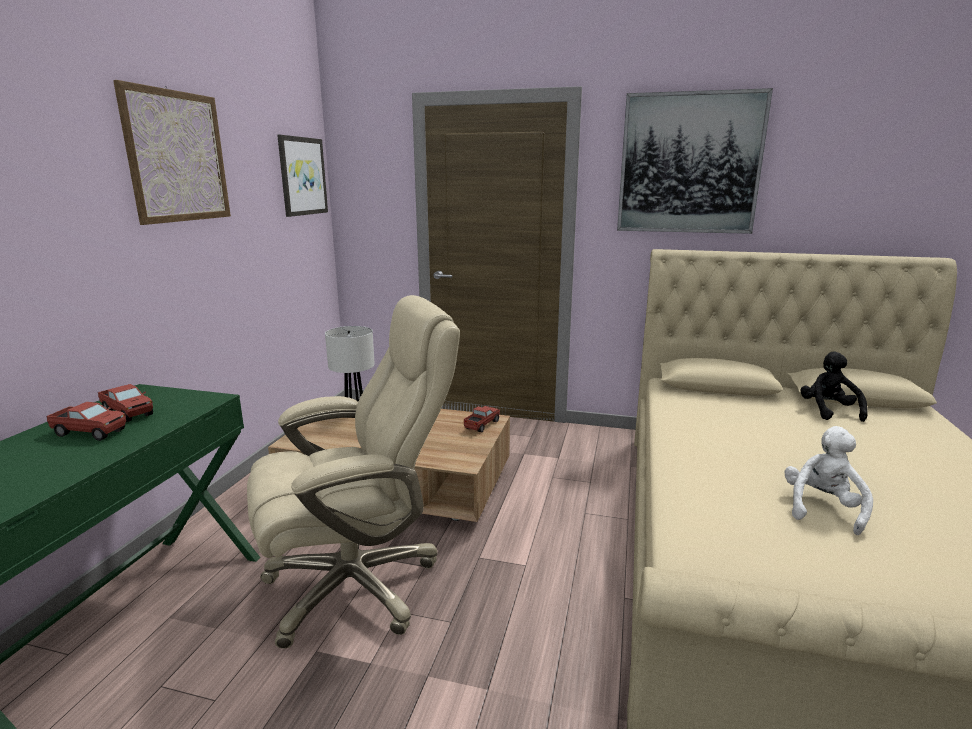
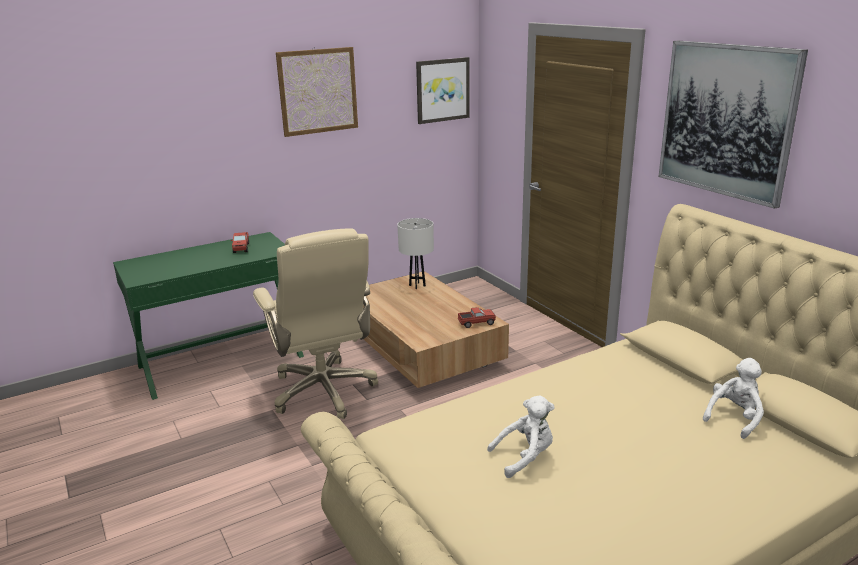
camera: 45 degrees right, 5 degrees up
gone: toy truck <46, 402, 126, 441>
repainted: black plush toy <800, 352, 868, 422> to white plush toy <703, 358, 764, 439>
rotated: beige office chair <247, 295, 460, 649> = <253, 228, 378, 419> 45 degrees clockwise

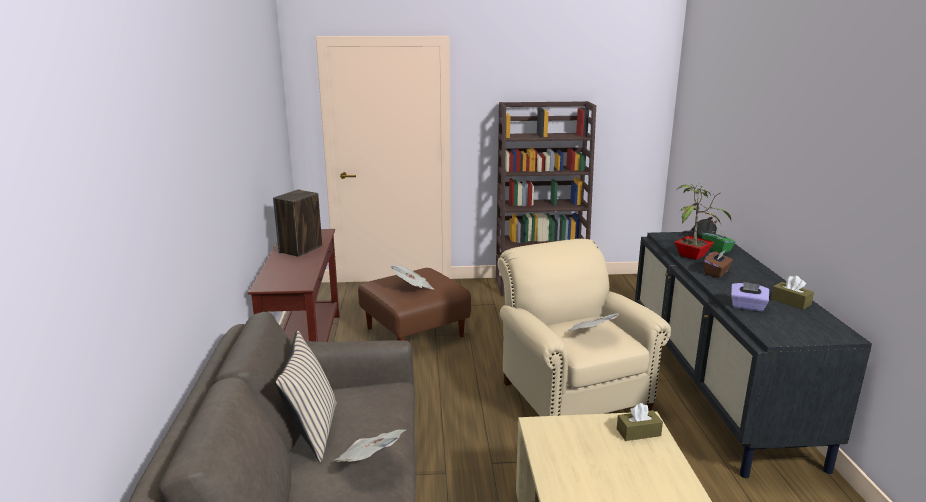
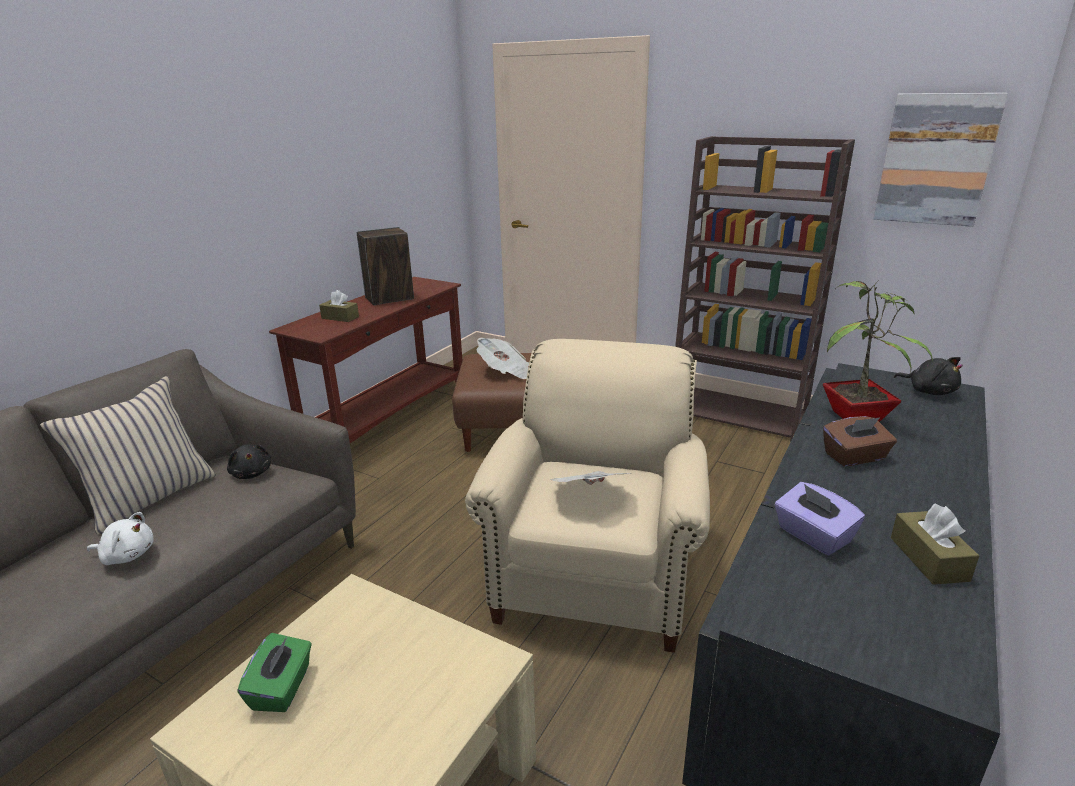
camera: 35 degrees right, 5 degrees up
new: black plush toy <227, 444, 271, 479>; picture <874, 93, 1008, 227>
shifted: green tissue box <702, 227, 735, 253> to <237, 633, 312, 712>; brown tissue box <617, 403, 663, 441> to <319, 290, 359, 322>
swapped: newspaper <333, 429, 406, 462> to white plush toy <87, 512, 154, 565>

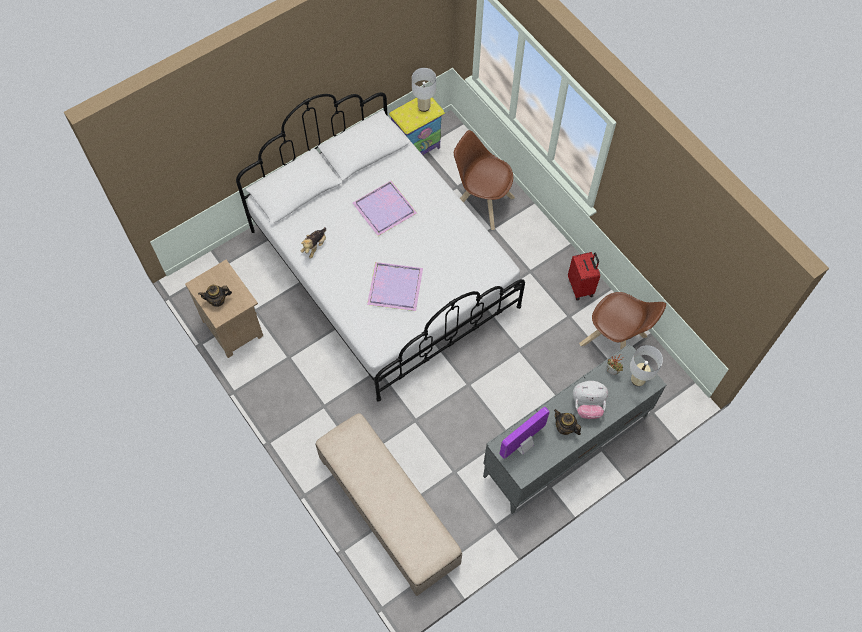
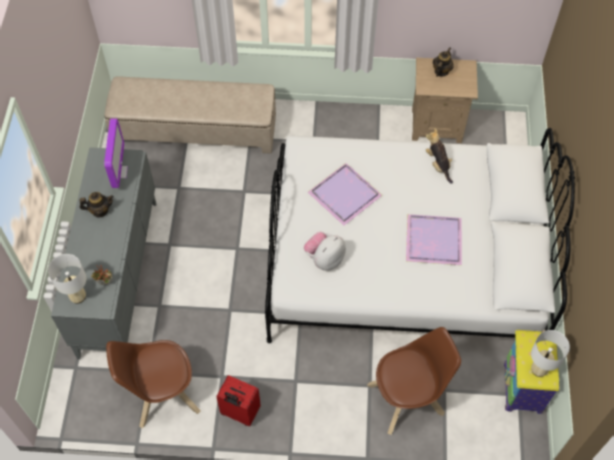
camera: 130 degrees right, 5 degrees down
shifted: plush toy <573, 381, 608, 419> to <304, 232, 346, 271>

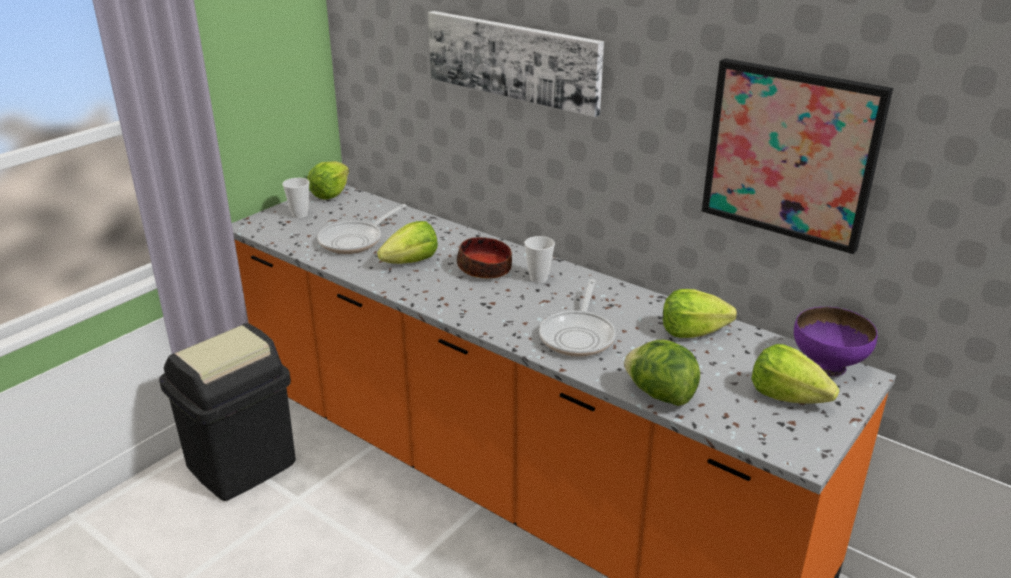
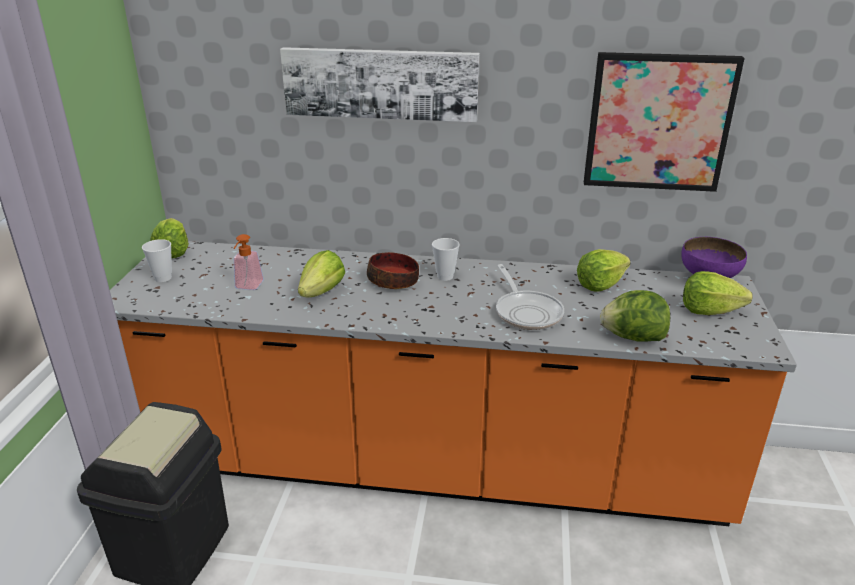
camera: 30 degrees left, 0 degrees up
swapped: frying pan <318, 204, 407, 254> to soap dispenser <233, 234, 264, 290>

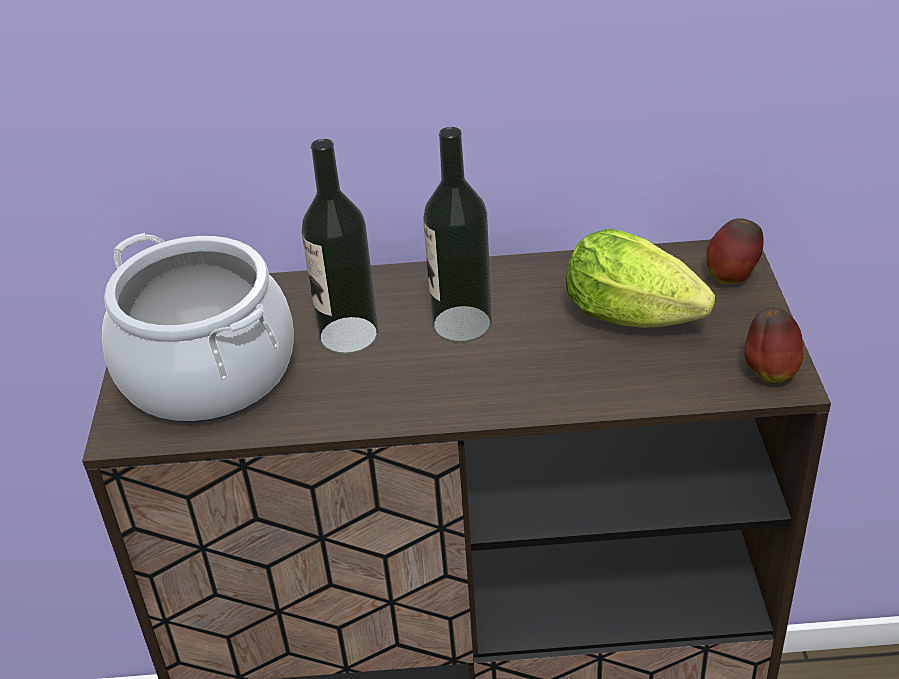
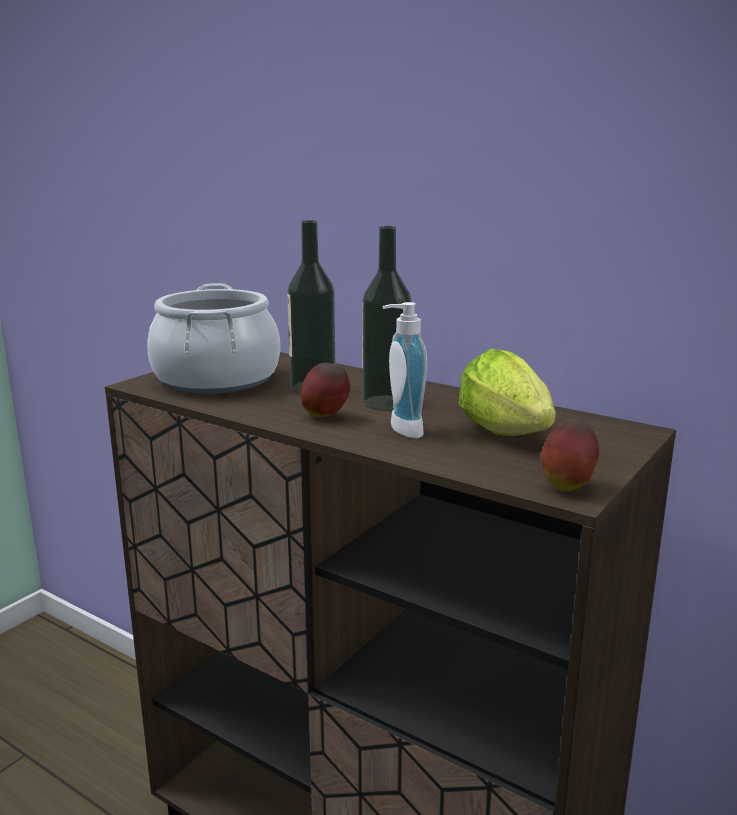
camera: 35 degrees right, 20 degrees down
new: soap dispenser <382, 302, 427, 438>
shifted: apple <706, 218, 764, 284> to <301, 362, 350, 417>

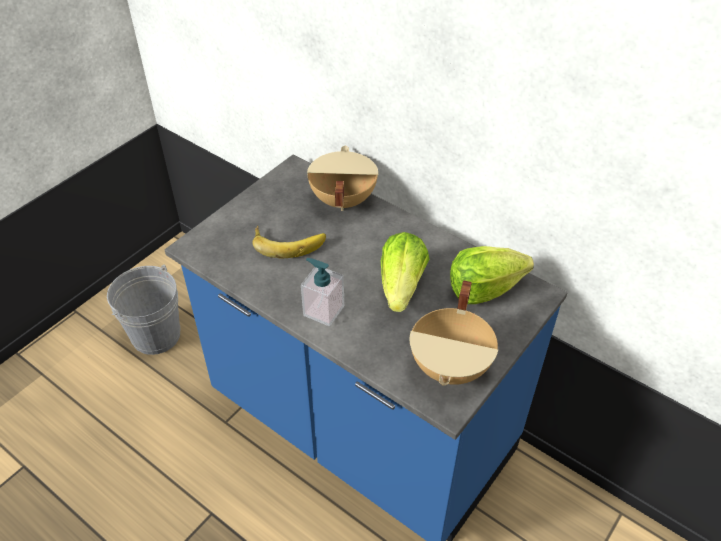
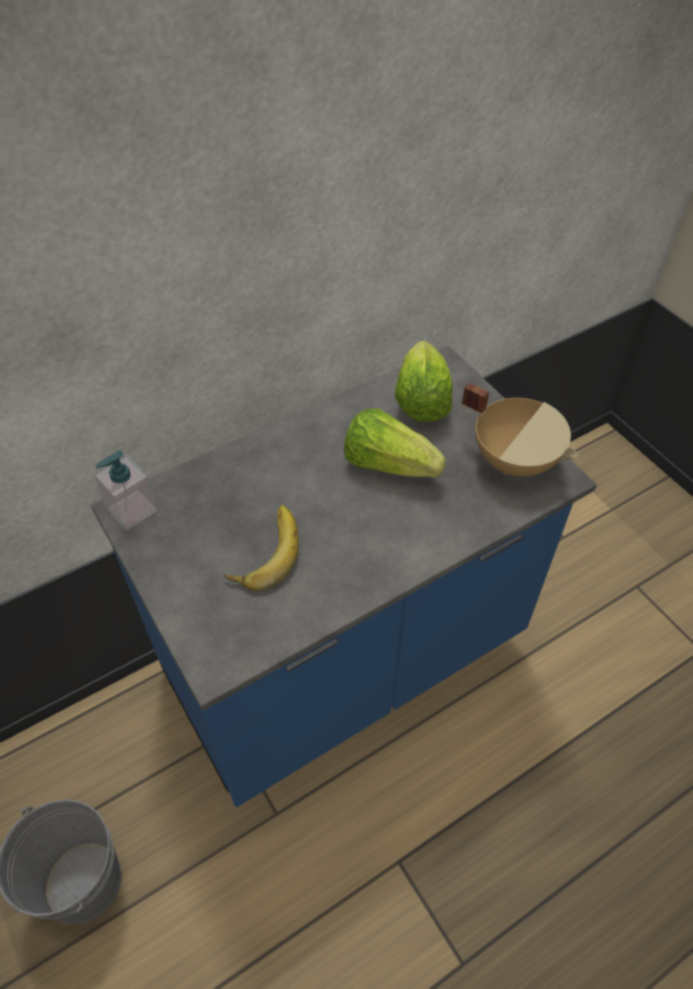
camera: 70 degrees left, 5 degrees up
gone: beige cooking pot <307, 146, 378, 211>
shifted: soap dispenser <301, 258, 344, 326> to <94, 450, 158, 530>

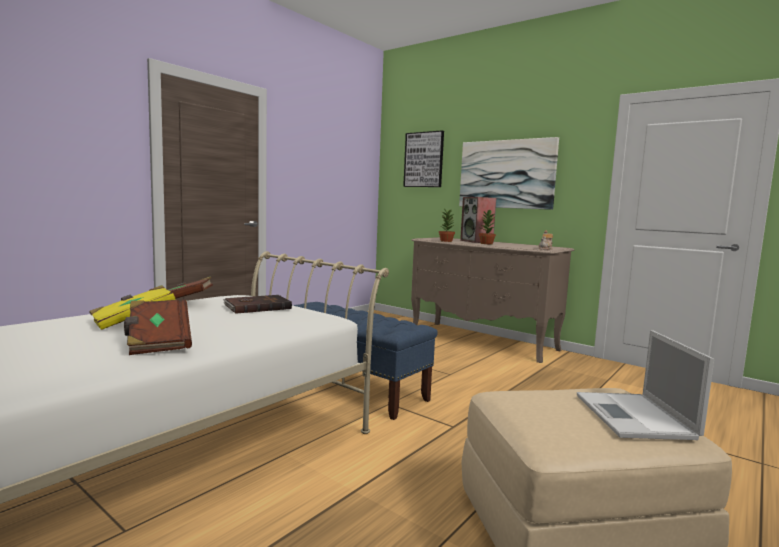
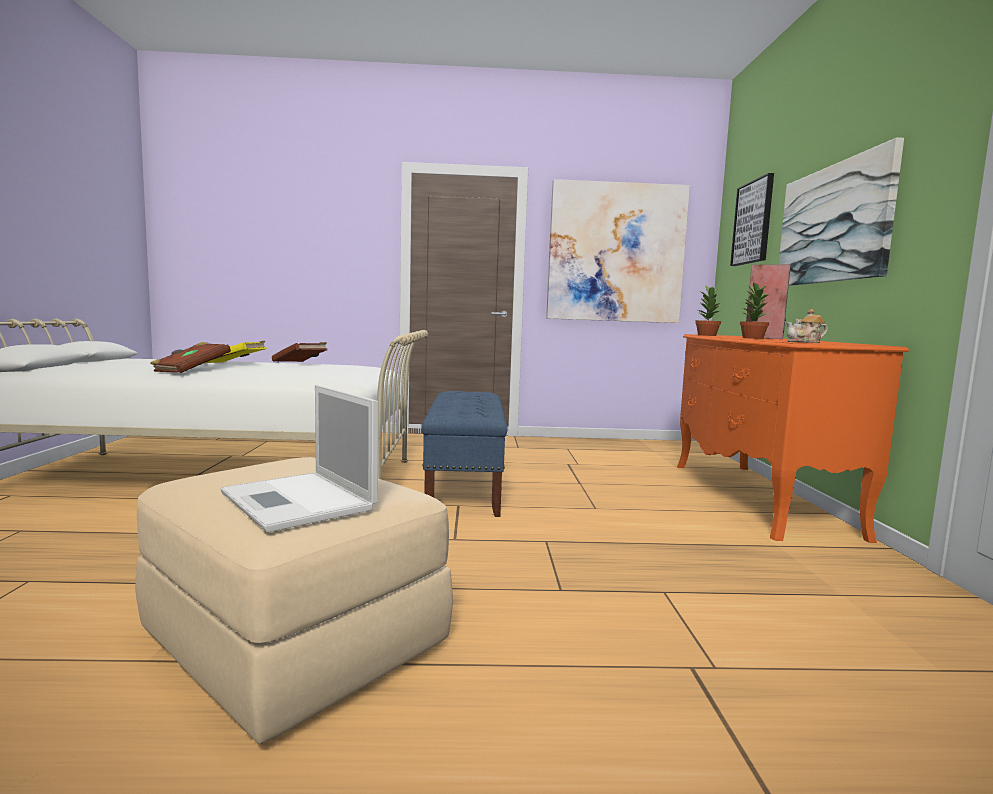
camera: 50 degrees right, 0 degrees up
gone: brown book <223, 295, 292, 314>
new: picture <546, 179, 690, 323>
repainted: beige dresser <411, 237, 574, 363> to orange dresser <677, 334, 909, 543>
rotated: laptop <577, 330, 714, 440> = <220, 385, 378, 532> 90 degrees counterclockwise

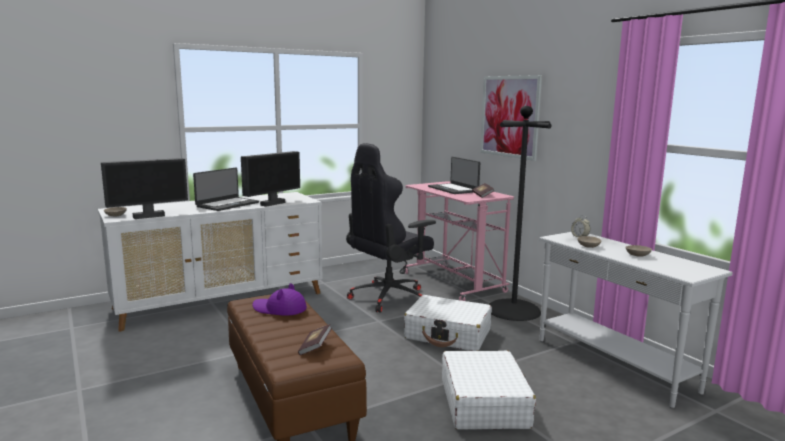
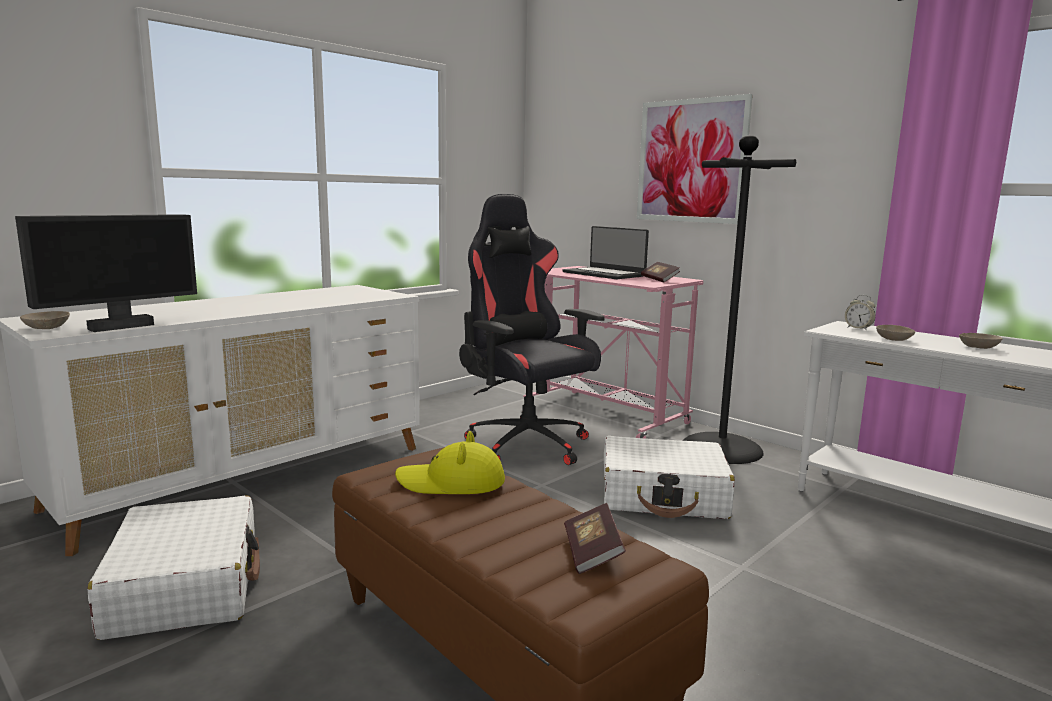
camera: 15 degrees left, 0 degrees up
gone: laptop <193, 168, 259, 211>; monitor <241, 151, 300, 207>
shifted: white suitcase <442, 351, 536, 430> to <88, 495, 260, 640>
repainted: purple hat <252, 283, 307, 316> to yellow hat <395, 431, 505, 494>
rotated: black office chair <346, 143, 436, 313> = <459, 194, 605, 465> 105 degrees clockwise

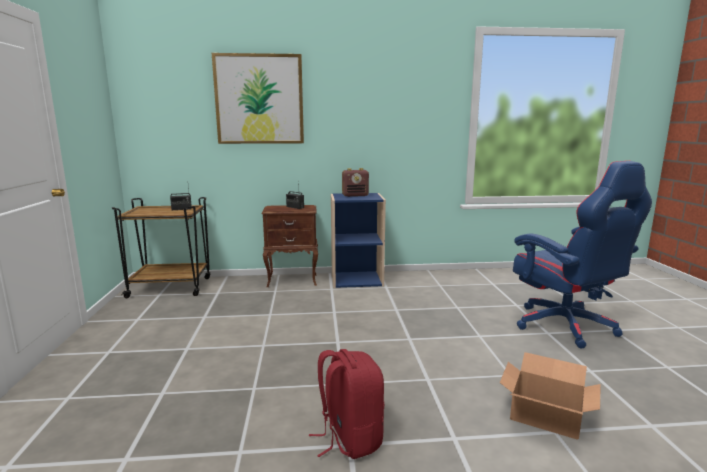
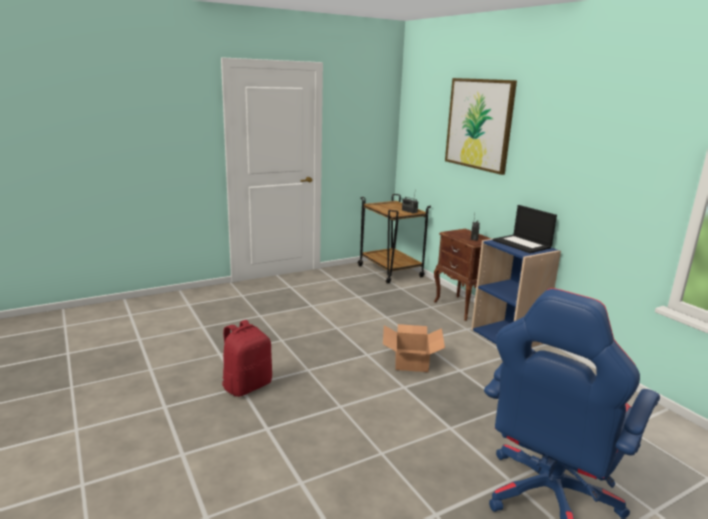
camera: 65 degrees right, 5 degrees up
shifted: cardboard box <500, 352, 601, 440> to <383, 324, 445, 372>
swapped: radio <342, 168, 369, 197> to laptop <493, 205, 557, 253>

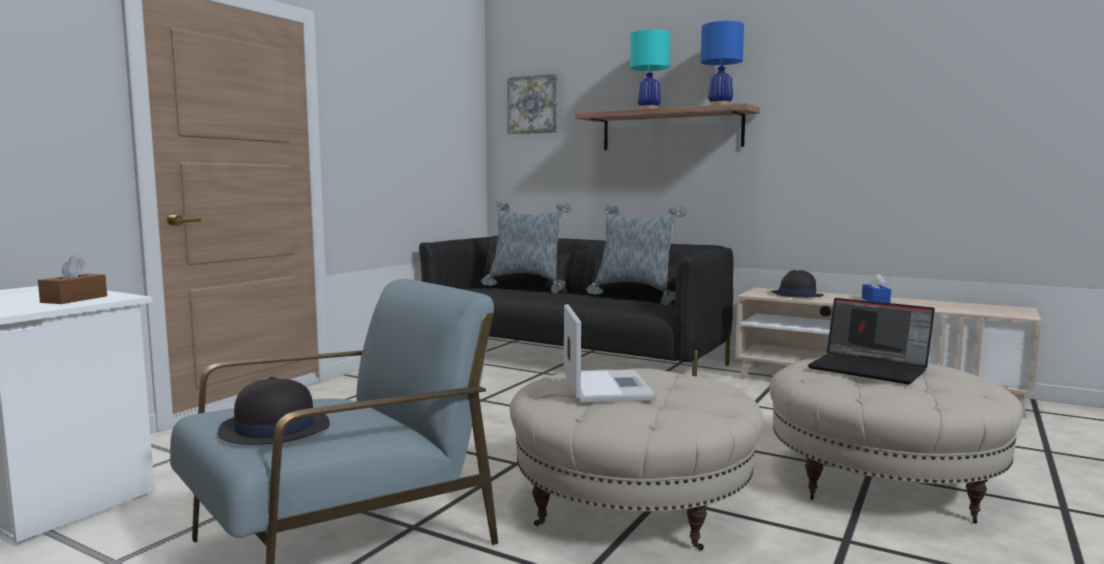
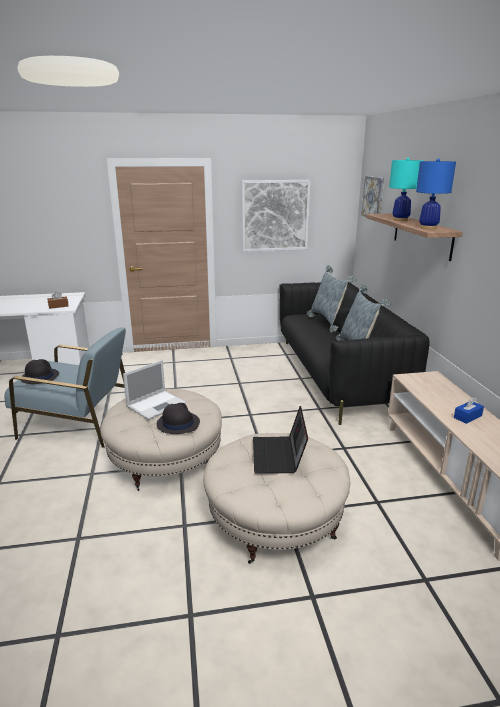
camera: 50 degrees right, 15 degrees up
new: picture <242, 180, 311, 252>
shifted: black hat <770, 270, 824, 298> to <156, 403, 200, 434>

